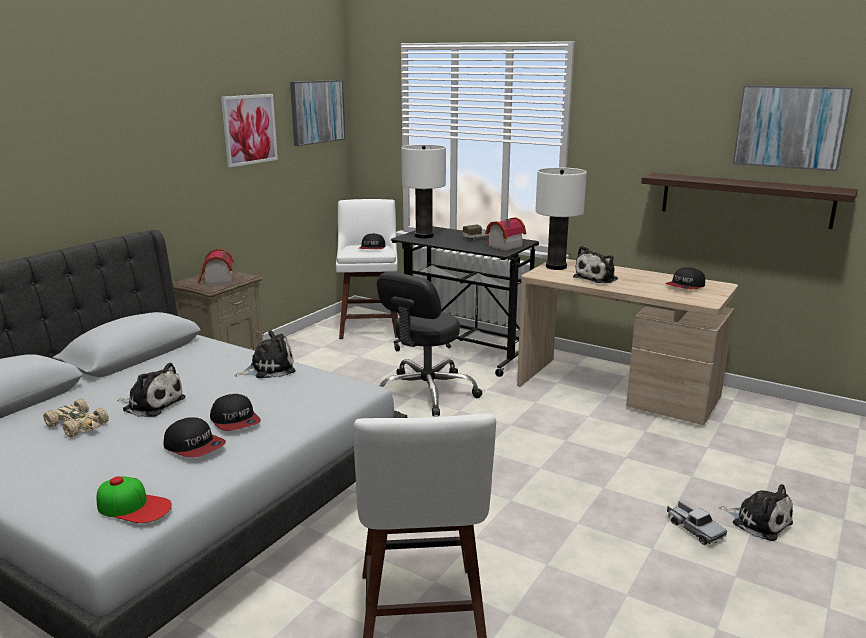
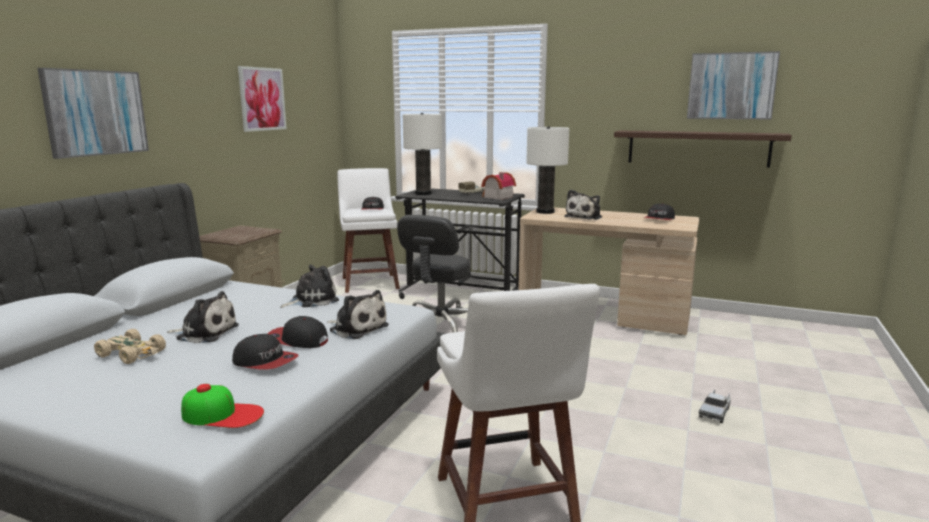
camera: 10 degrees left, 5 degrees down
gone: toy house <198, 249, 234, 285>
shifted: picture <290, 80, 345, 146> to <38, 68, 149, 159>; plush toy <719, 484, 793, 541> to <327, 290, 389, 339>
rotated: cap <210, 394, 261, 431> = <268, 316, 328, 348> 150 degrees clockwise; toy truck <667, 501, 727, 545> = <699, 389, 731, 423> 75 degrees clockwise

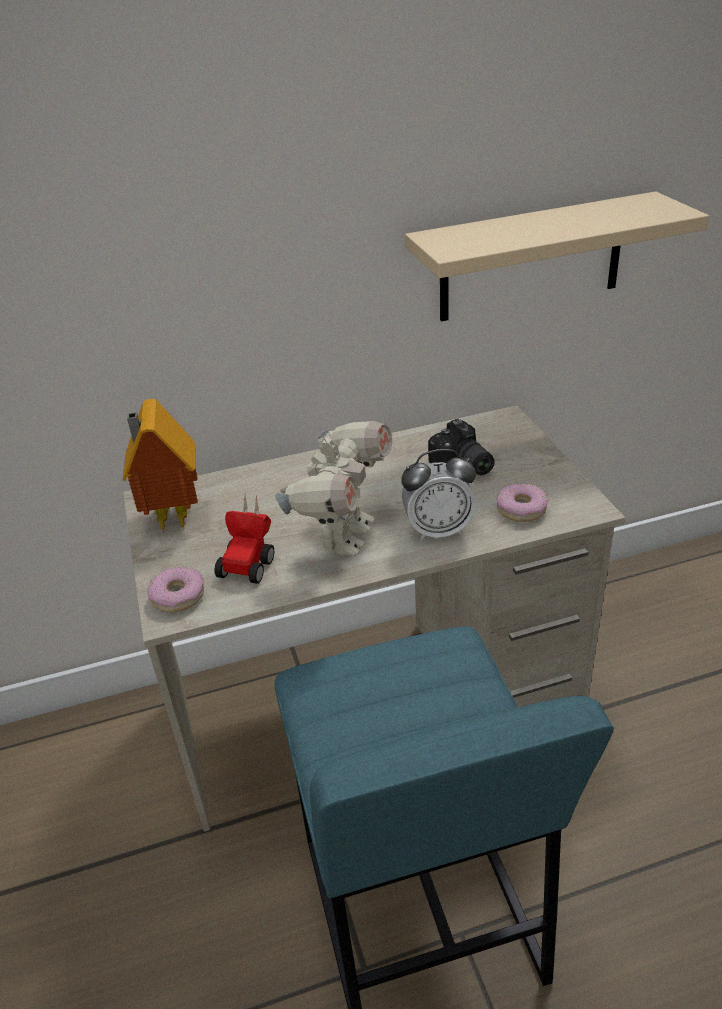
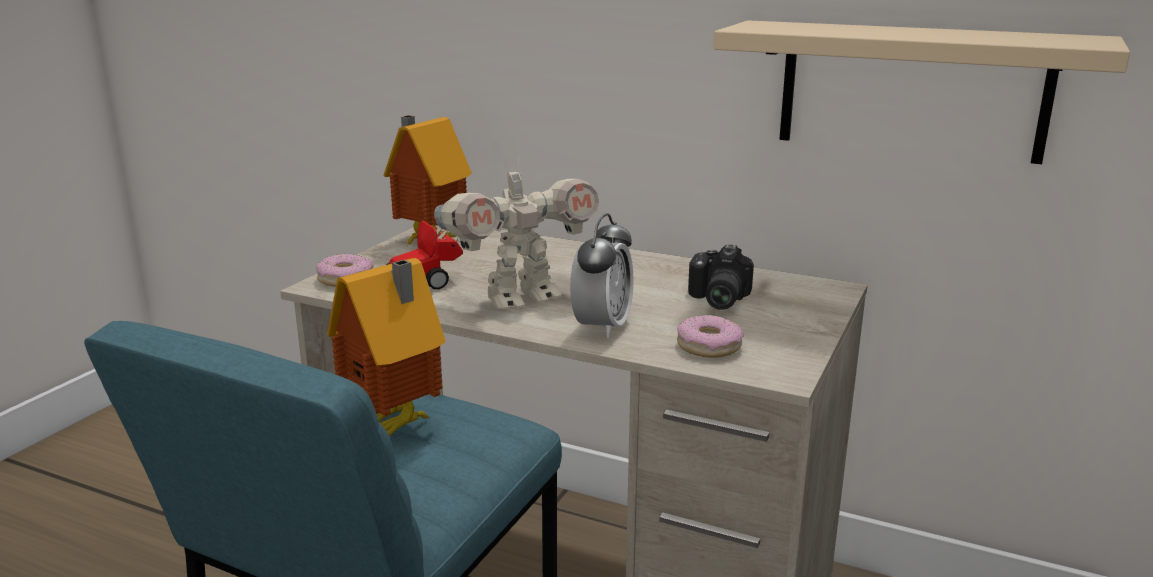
camera: 40 degrees right, 15 degrees down
new: toy house <327, 258, 446, 436>
rotated: alarm clock <401, 449, 476, 541> = <570, 213, 634, 338> 105 degrees counterclockwise

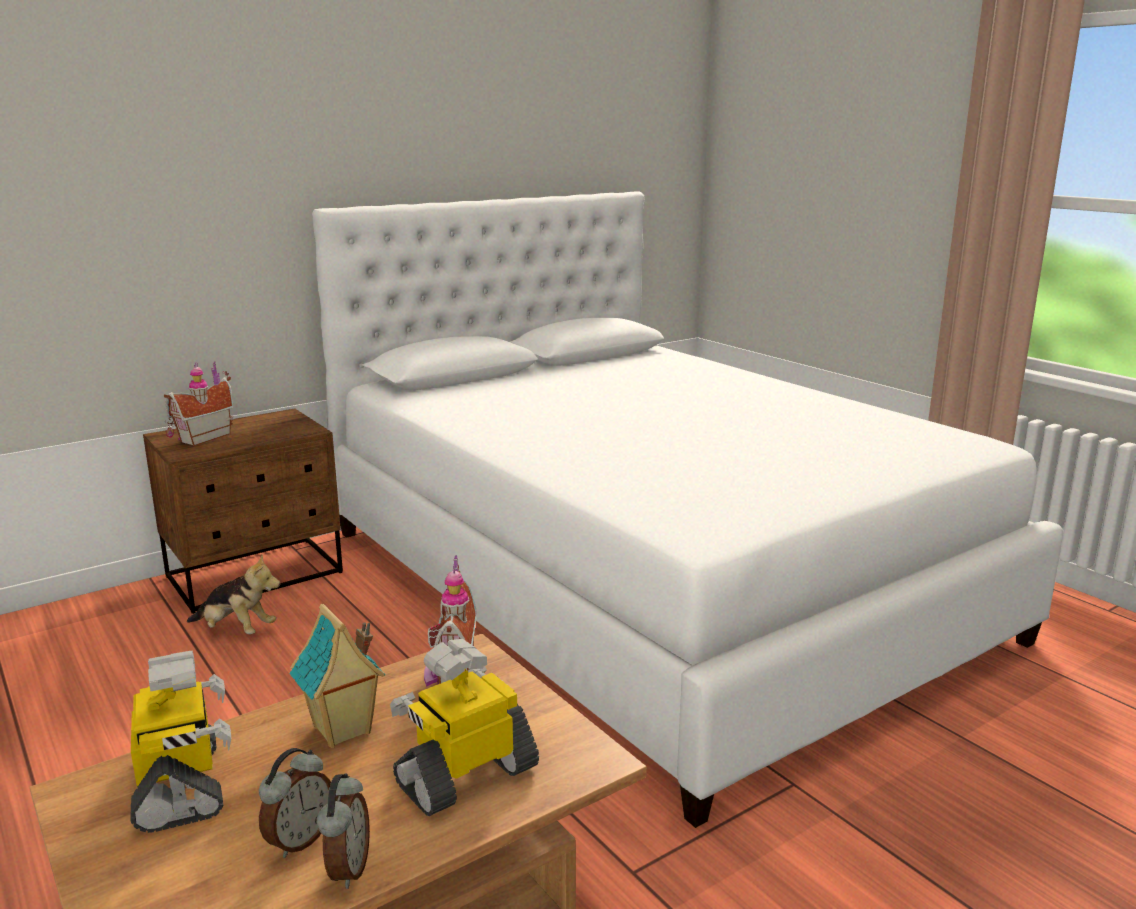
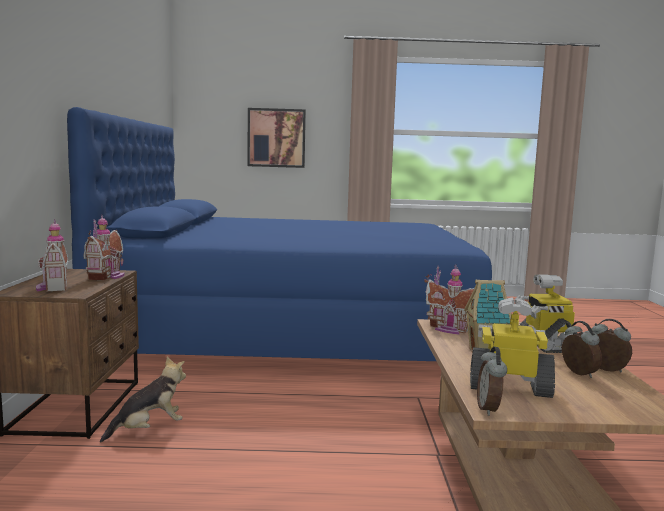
camera: 55 degrees left, 10 degrees down
new: toy house <83, 215, 125, 280>; picture <247, 108, 306, 168>; alarm clock <477, 347, 507, 416>
repainted: white bed <312, 191, 1063, 828> to blue bed <67, 107, 492, 361>

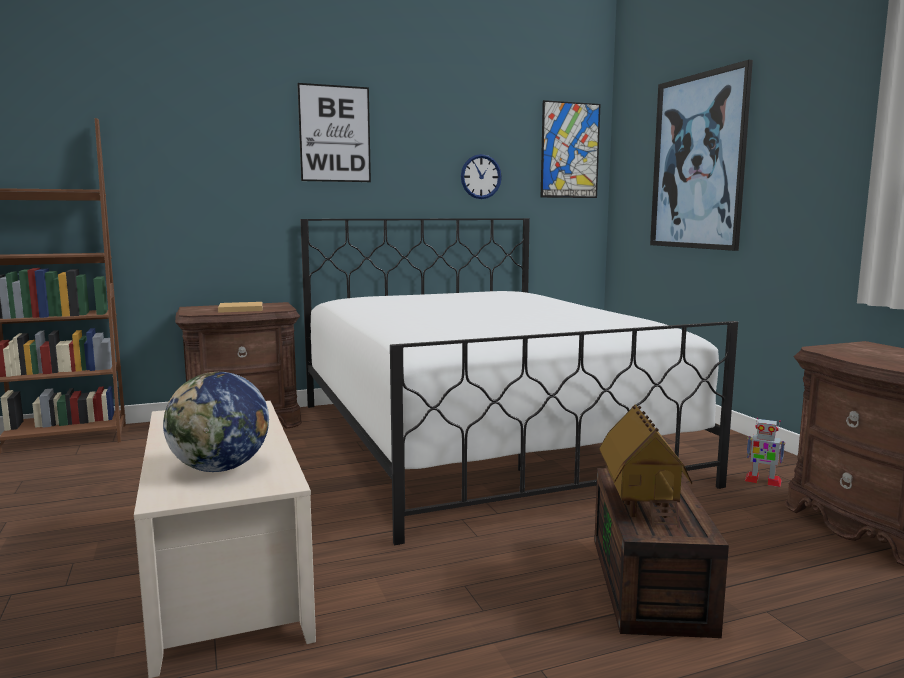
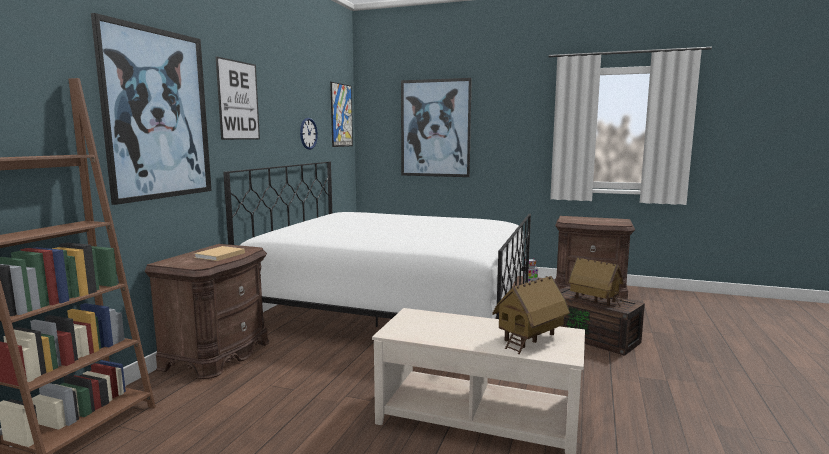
camera: 50 degrees left, 0 degrees up
new: picture <91, 13, 212, 205>
swapped: globe <163, 372, 269, 472> to toy house <492, 276, 570, 354>

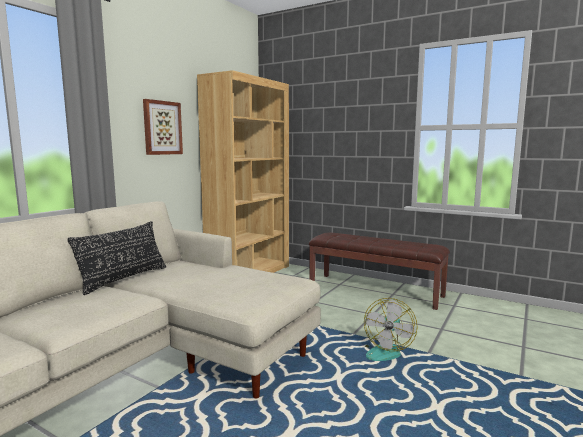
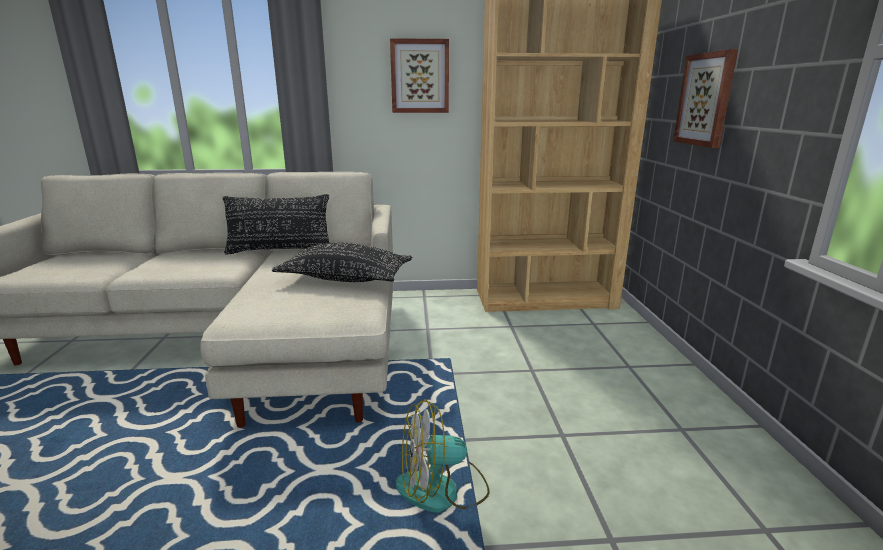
camera: 55 degrees right, 10 degrees up
gone: brown bench <309, 233, 450, 310>
new: black pillow <272, 243, 412, 282>; picture <673, 49, 738, 148>

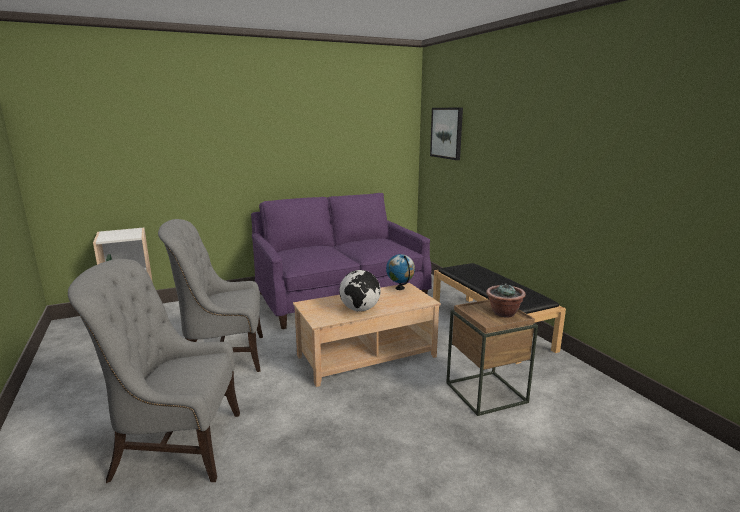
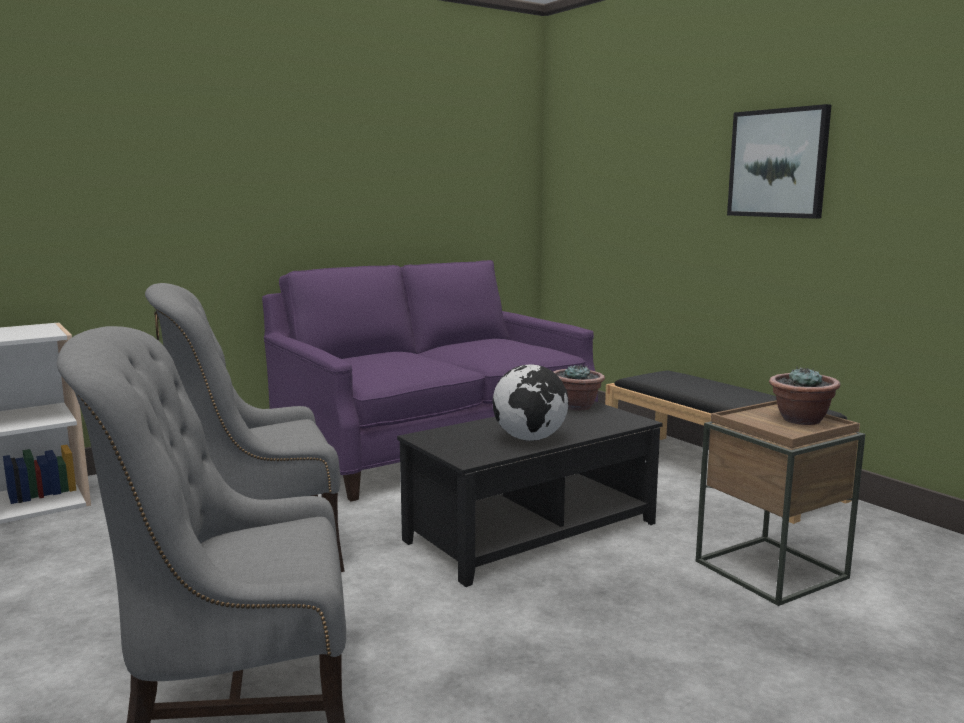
camera: 10 degrees left, 5 degrees down
shifted: picture <430, 107, 463, 160> to <727, 104, 831, 219>
swapped: globe <386, 254, 415, 290> to potted plant <553, 364, 605, 410>
repainted: beige coffee table <293, 283, 441, 387> to black coffee table <397, 401, 663, 587>

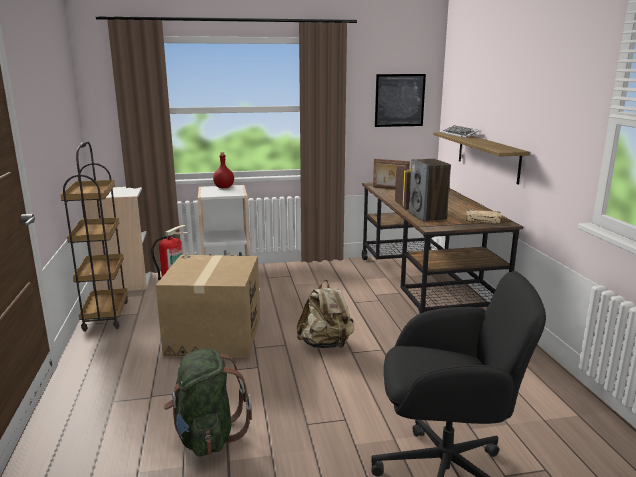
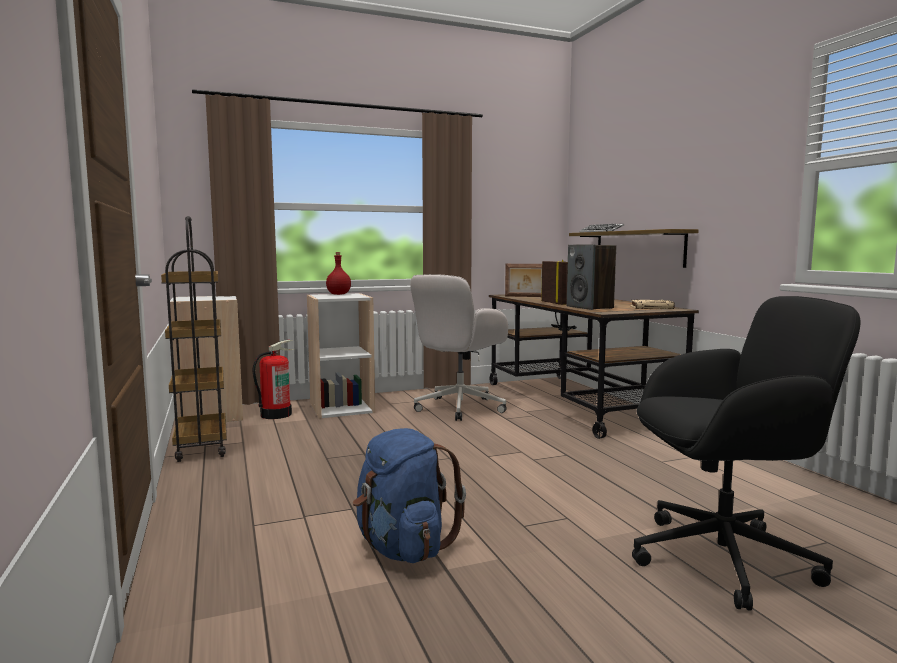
camera: 10 degrees left, 10 degrees down
gone: cardboard box <156, 255, 260, 358>; beige backpack <297, 280, 354, 348>; picture <375, 74, 426, 127>
new: white office chair <410, 274, 508, 421>
repainted: green backpack <164, 348, 252, 457> to blue backpack <353, 428, 466, 563>

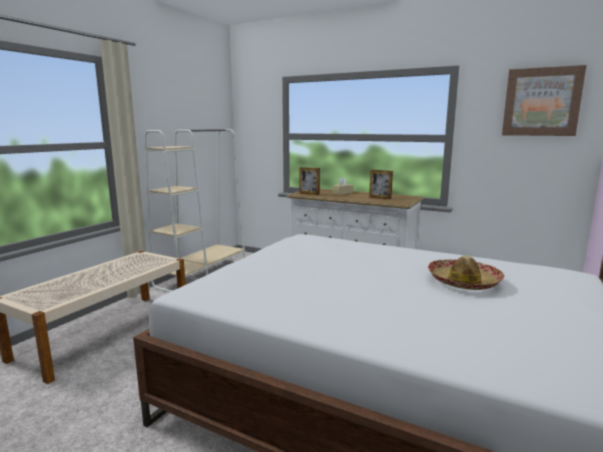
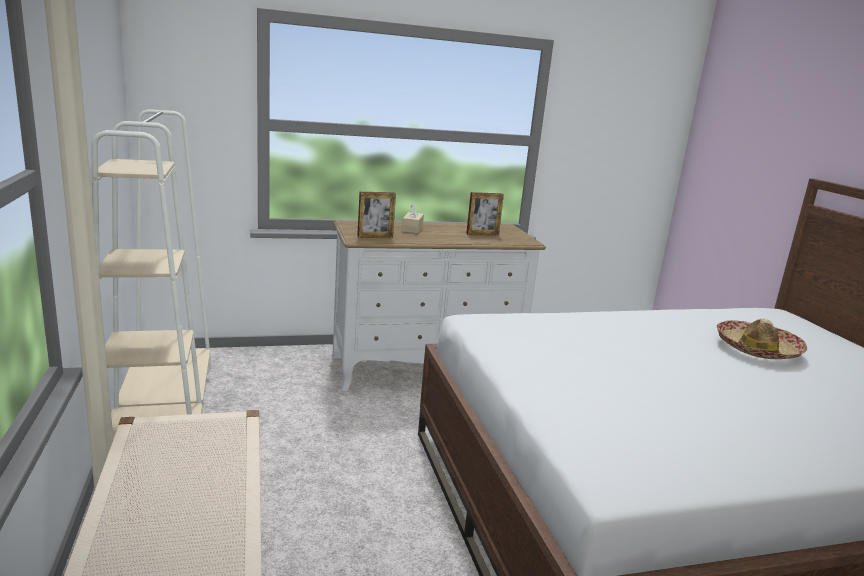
camera: 45 degrees left, 5 degrees up
gone: picture <502, 65, 586, 136>

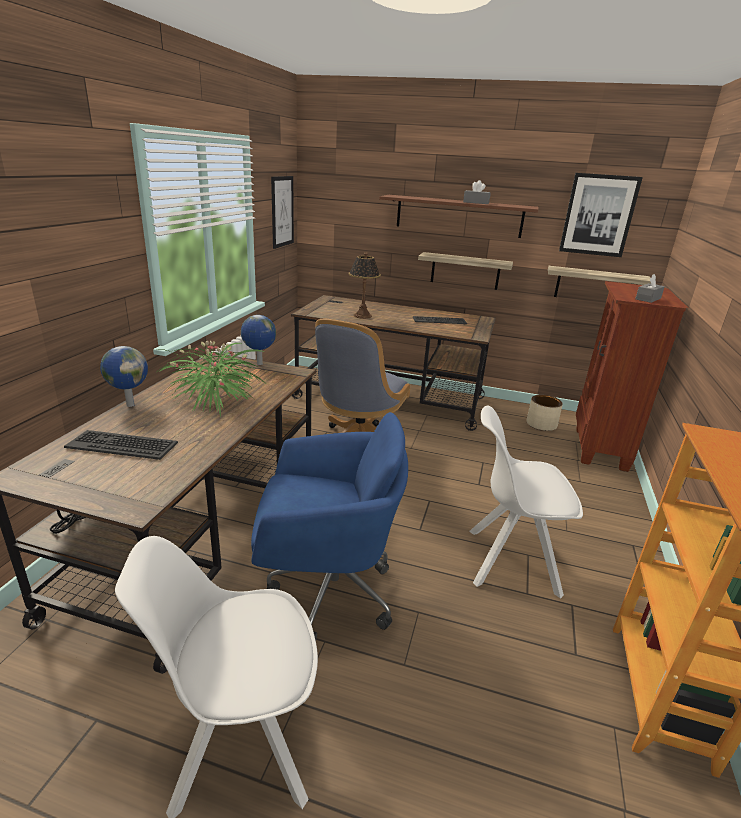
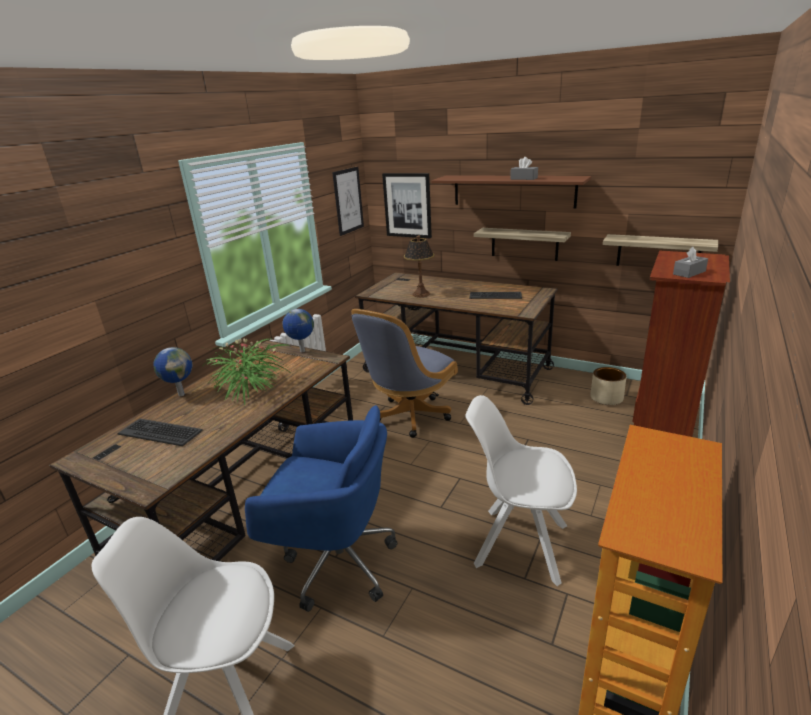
camera: 15 degrees right, 0 degrees up
shifted: picture <559, 173, 643, 257> to <382, 173, 432, 238>

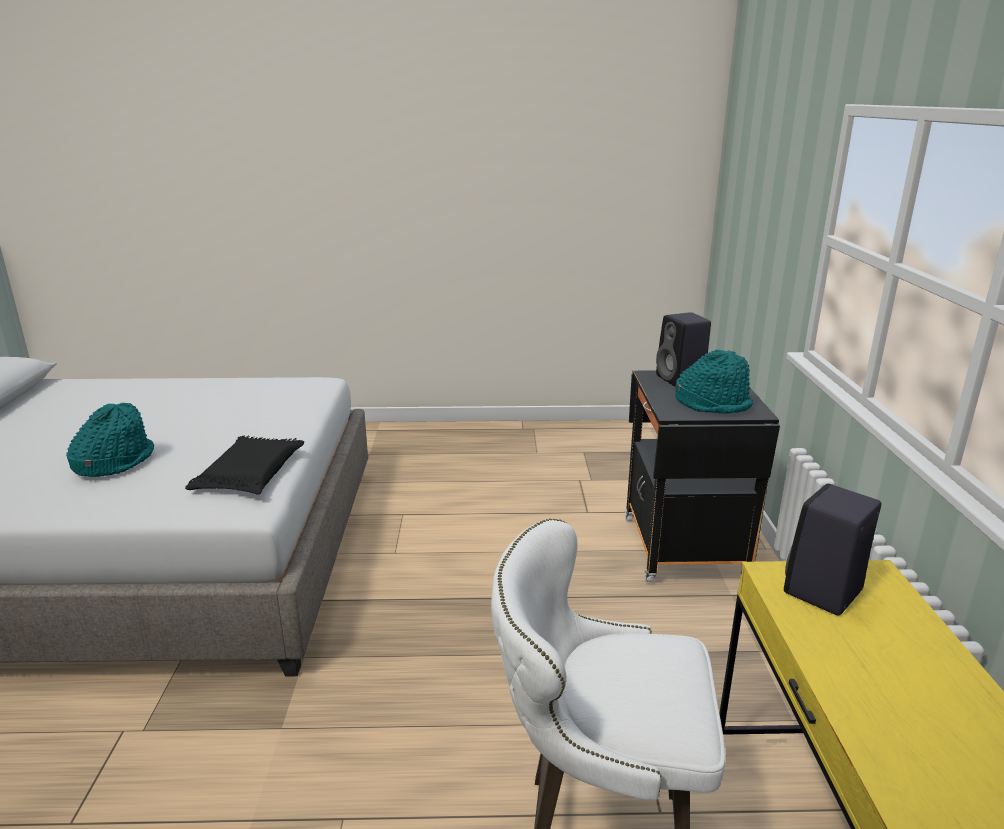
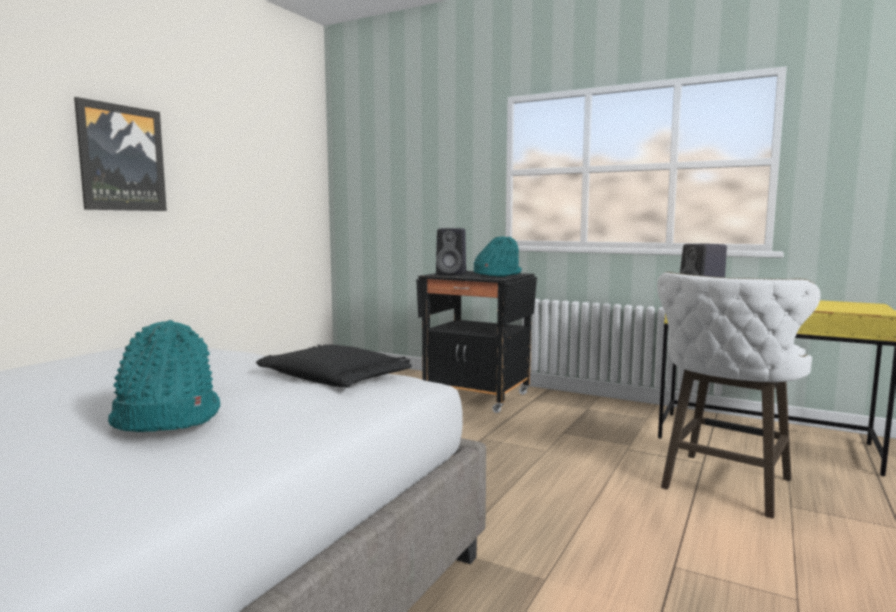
camera: 60 degrees left, 15 degrees down
new: picture <74, 97, 167, 211>

